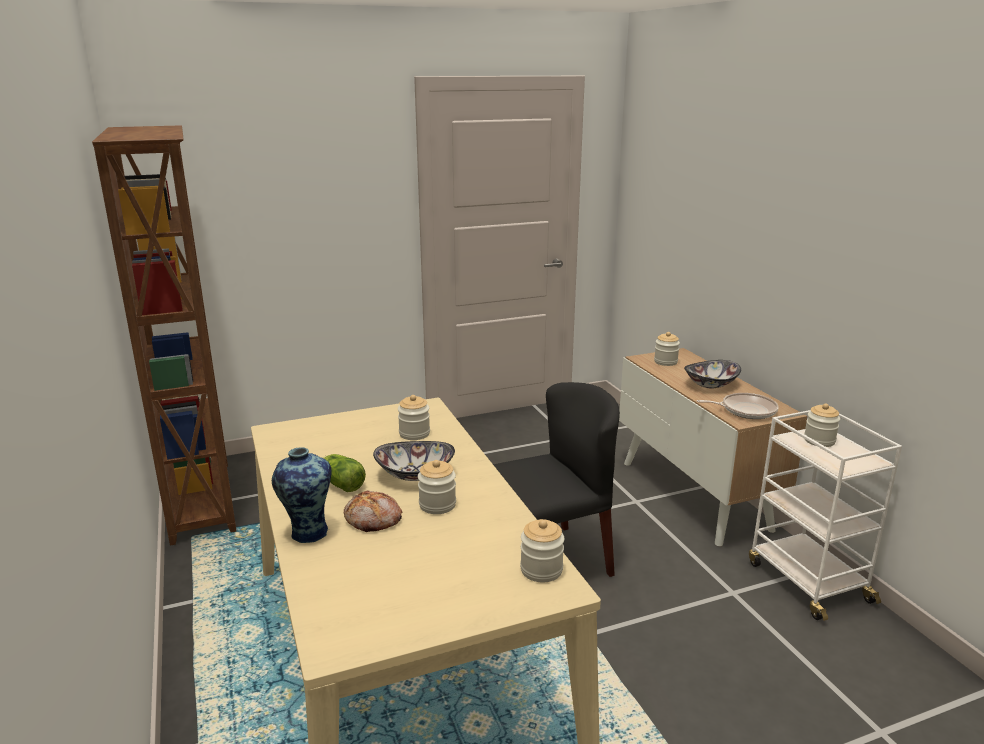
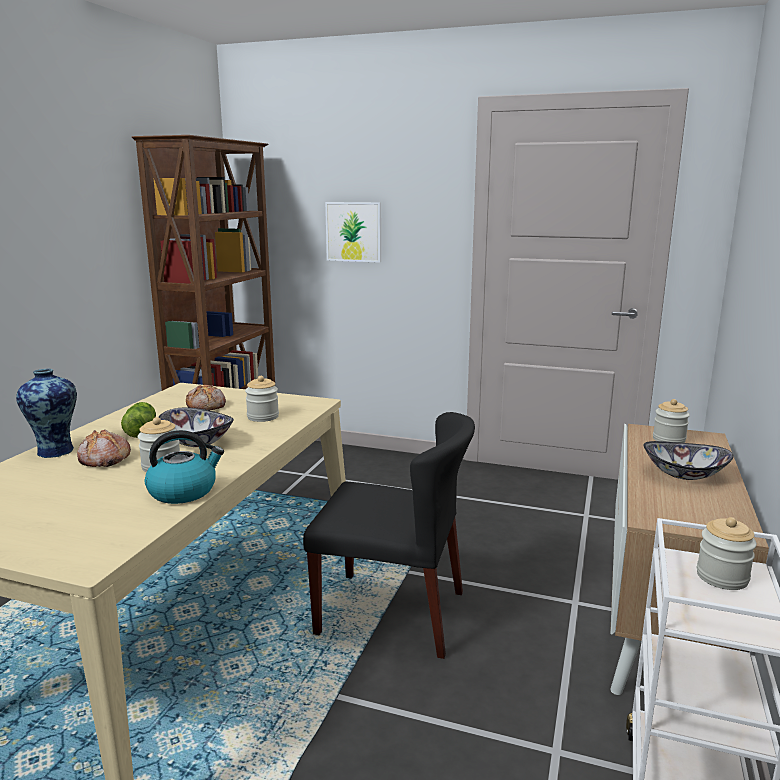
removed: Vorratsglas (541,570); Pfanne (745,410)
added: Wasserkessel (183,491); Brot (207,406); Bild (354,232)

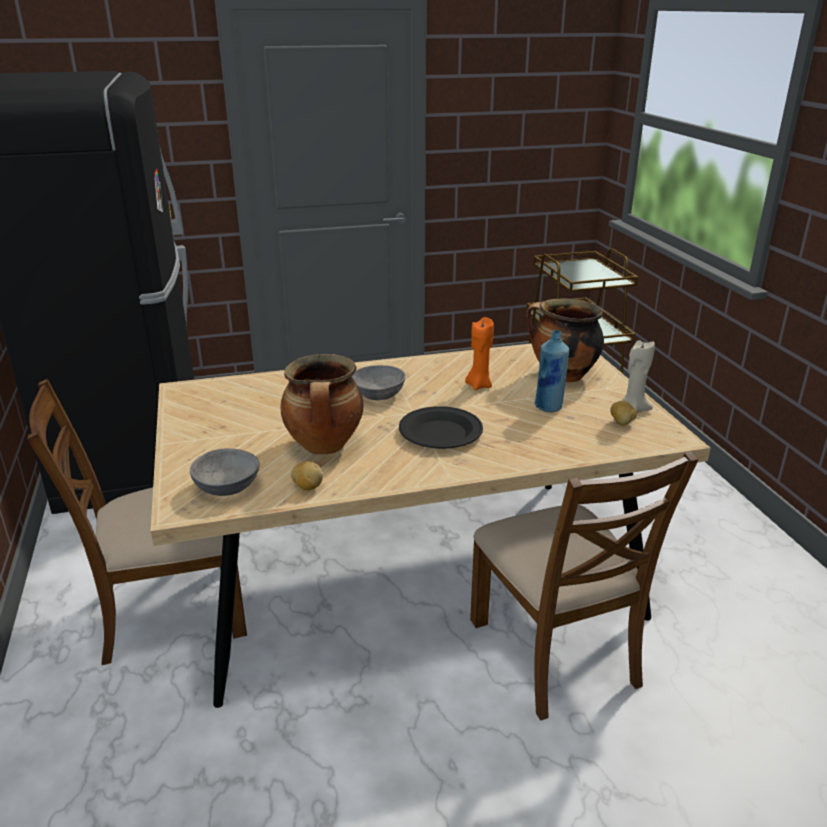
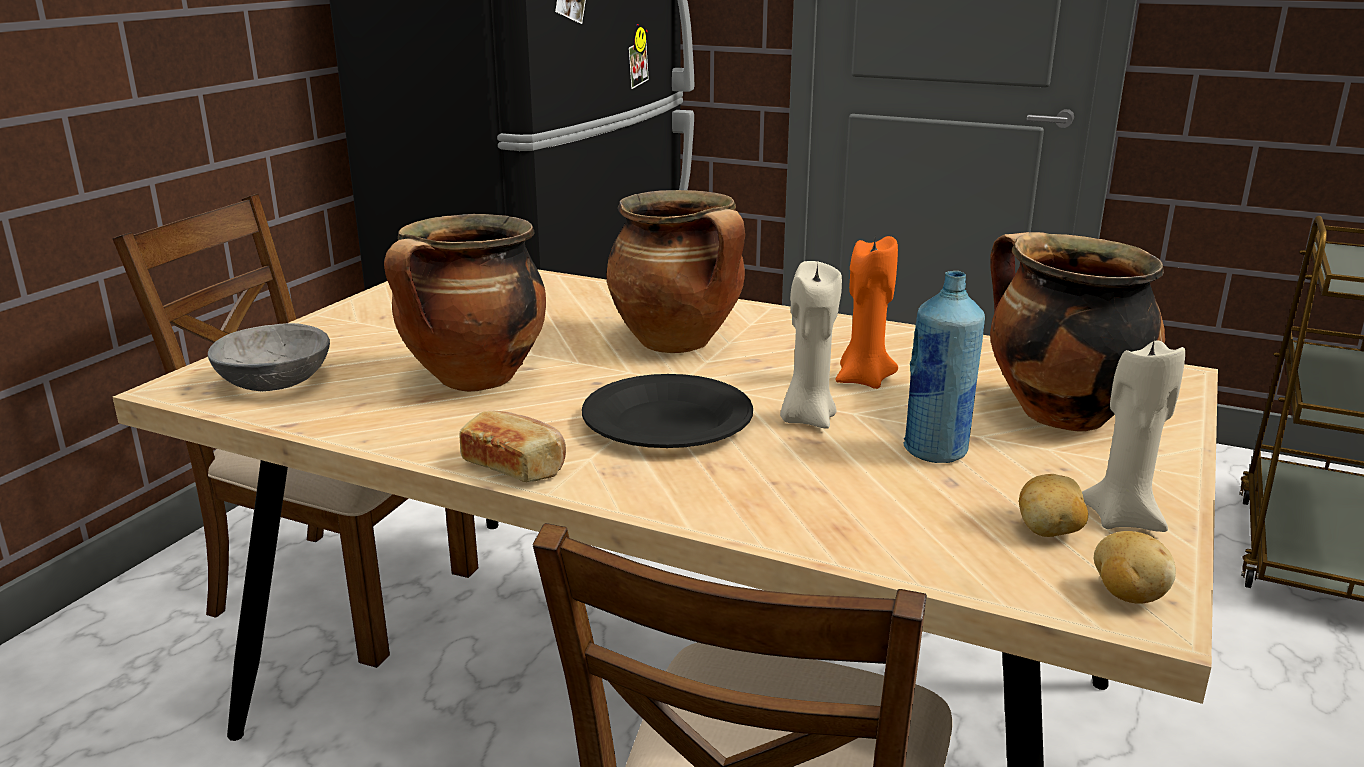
added: Brot (515,466); Kerze/beige (807,419)
moved: Kartoffel (307,487) to (1126,595)
replaced: Schüssel/grau (379,394) to Kochtopf (679,343)

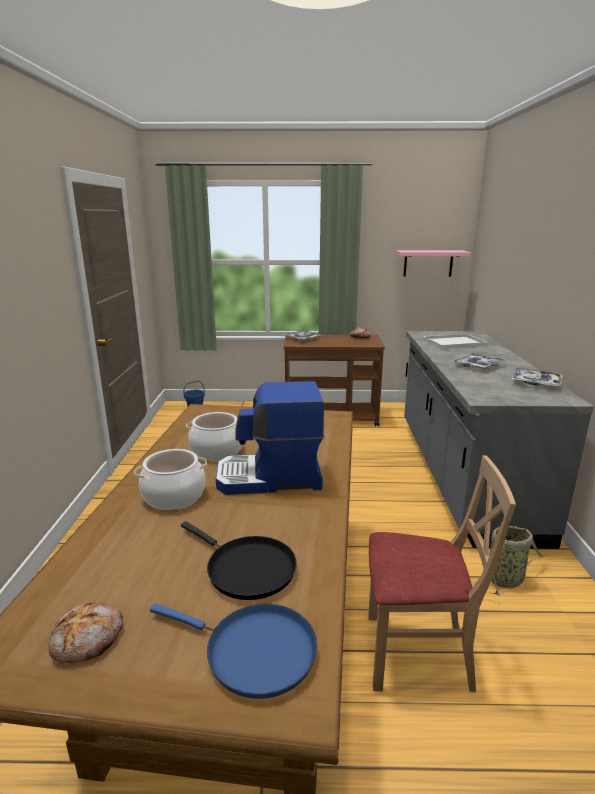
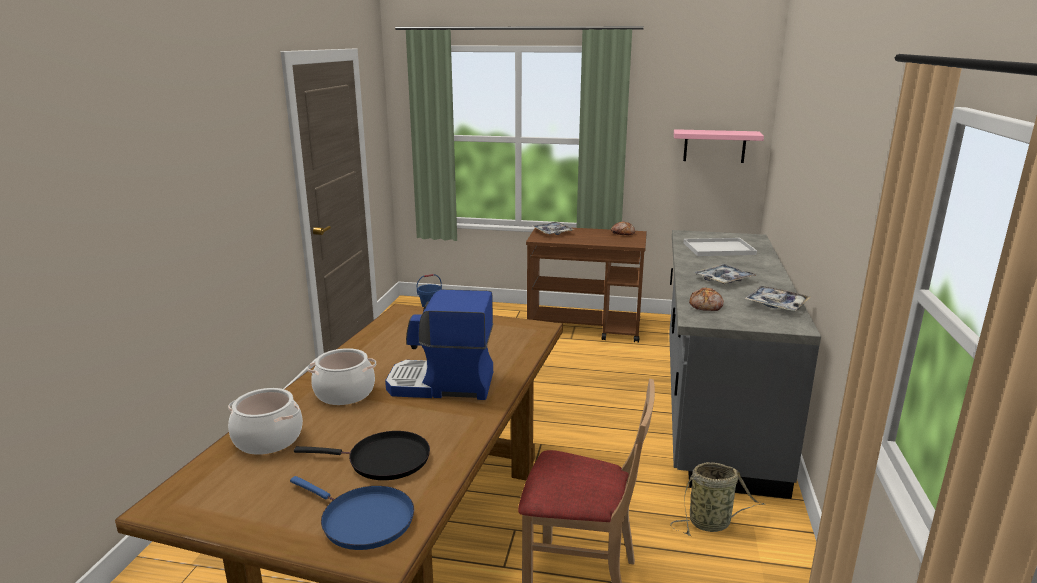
moved: Kochtopf (217,450) to (268,439); Brot (89,639) to (706,306)
turned: Pfanne/schwarz (246,569) = (383,460) 45 degrees counterclockwise

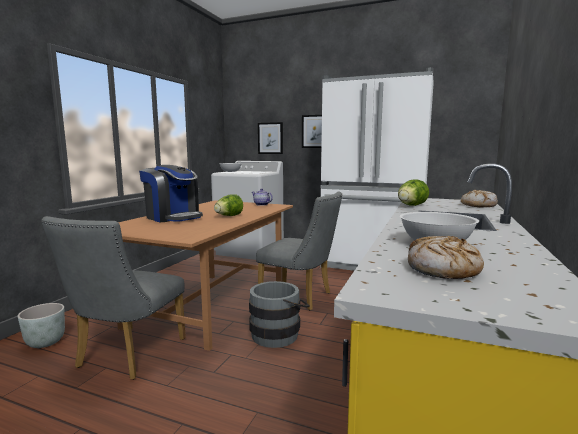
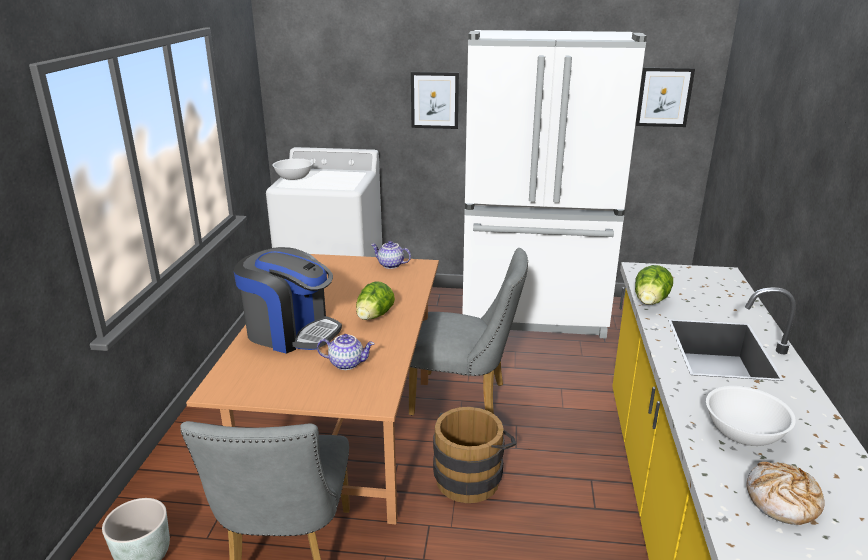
removed: Brot (478,205)
added: Teekanne (347,363)
moved: Bild (270,138) to (664,97)
recoloured: Eimer/grau (279,334) to Eimer/braun (471,476)

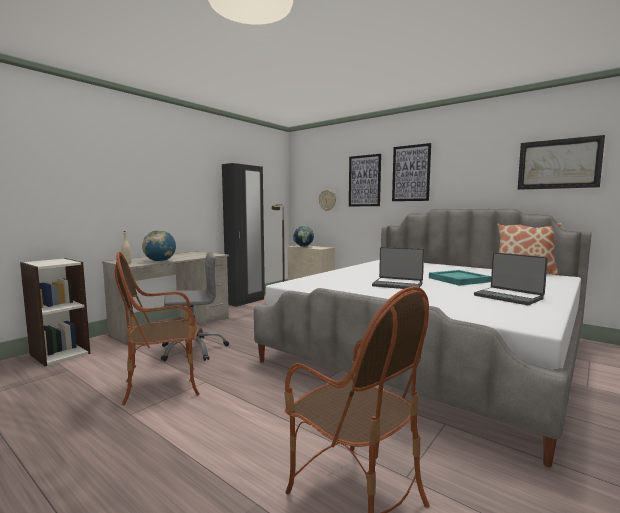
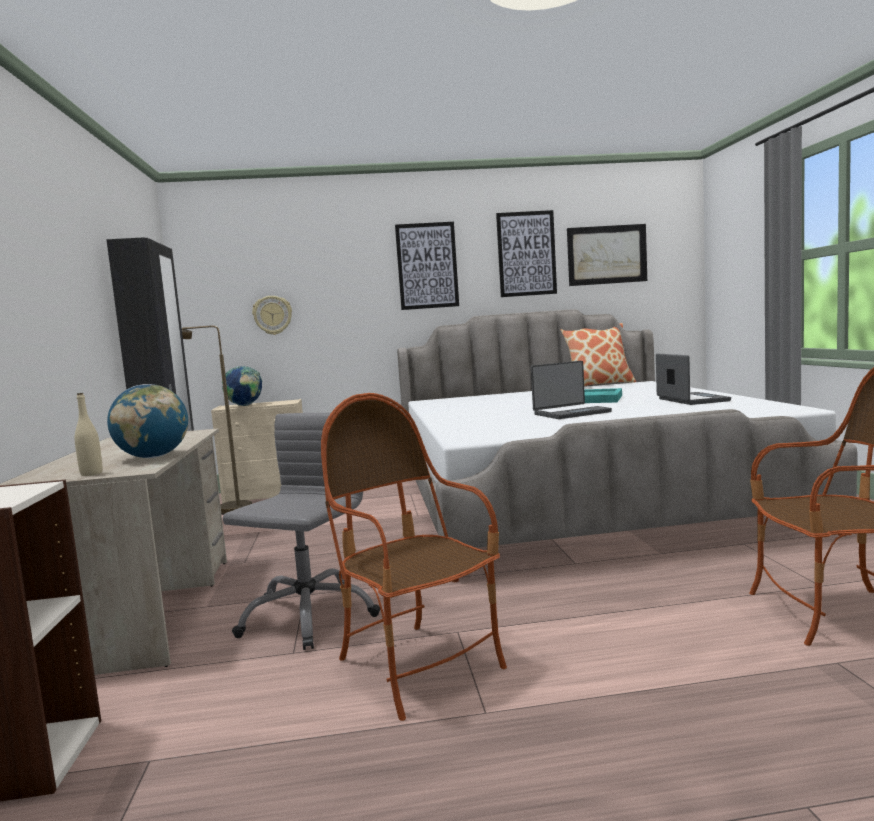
moved: Bild (364,181) to (526,254)
turned: Sessel (163,386) = (418,666) 120 degrees clockwise; Laptop (508,297) = (691,400) 105 degrees counterclockwise

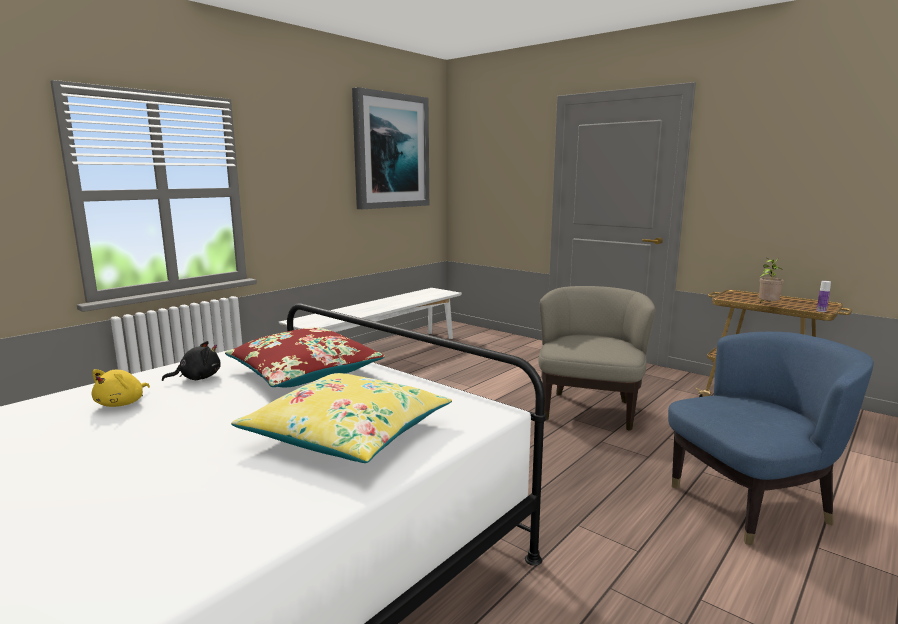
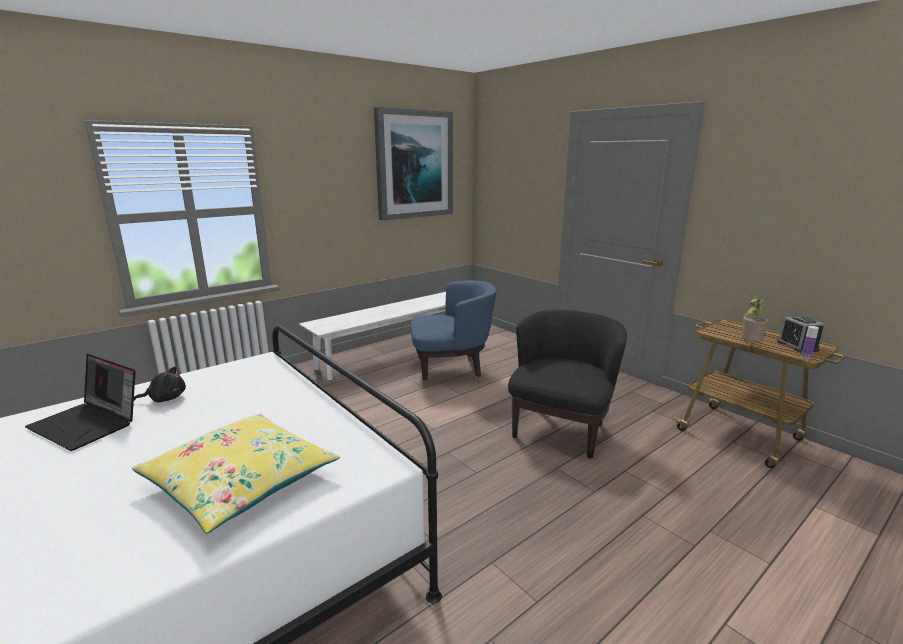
removed: Kissen/rot (304,372)
added: Wecker (797,346)
moved: Sessel/blau (751,503) to (451,372)
replaced: Plüschtier/gelb (122,403) to Laptop (89,424)
recoloured: Sessel/beige (589,409) to Sessel/schwarz (561,429)

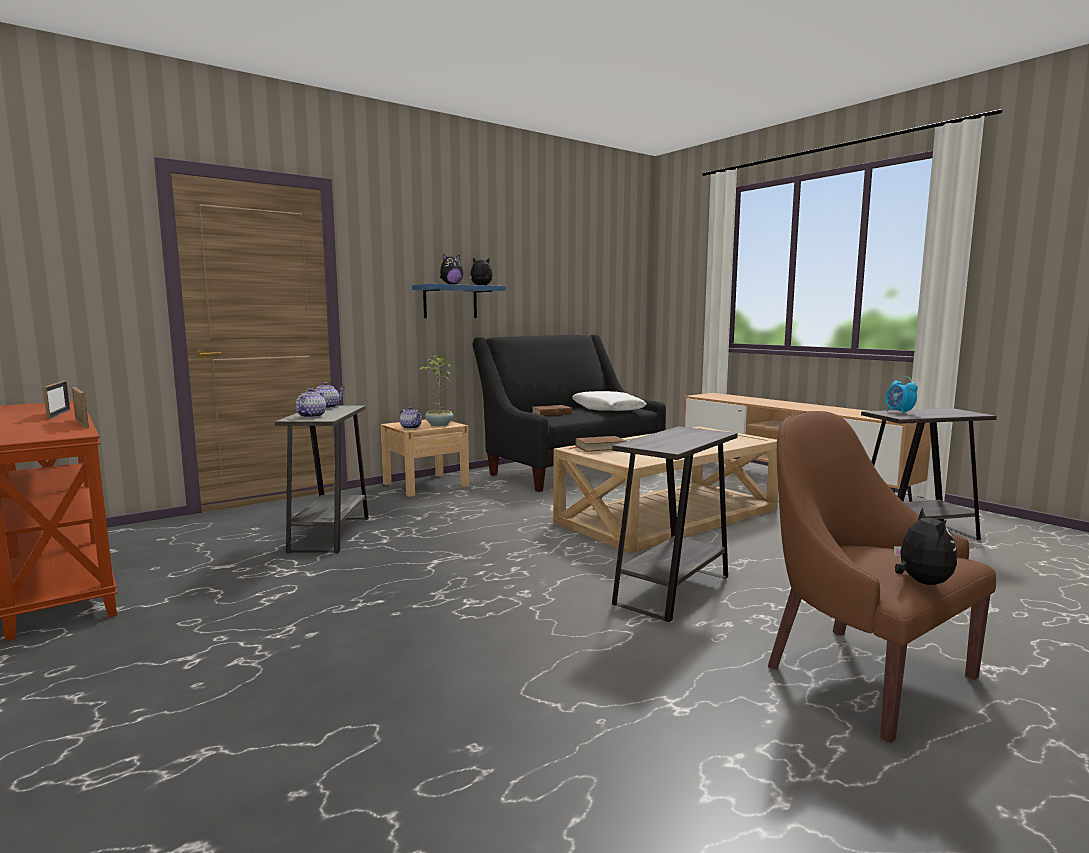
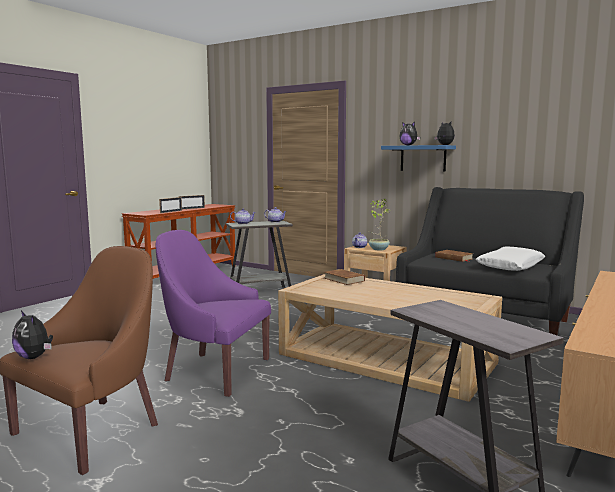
removed: Wecker (899,412)
replaced: Beistelltisch/grau (672,590) to Sessel/lila (214,371)
turned: Plüschtier (921,582) = (34,357) 60 degrees clockwise

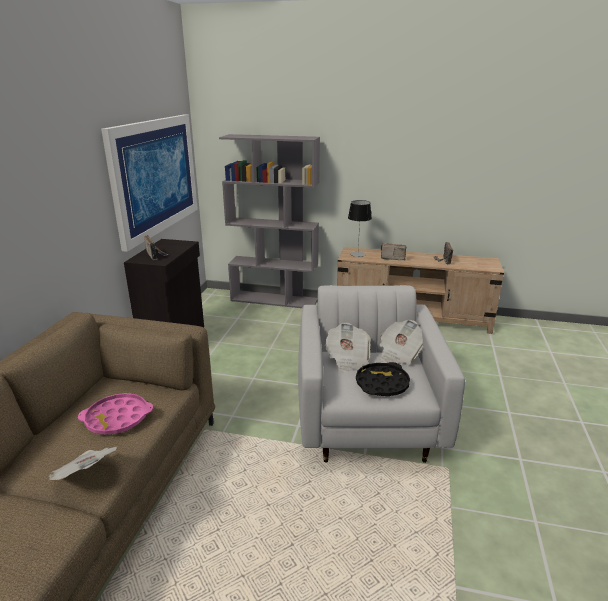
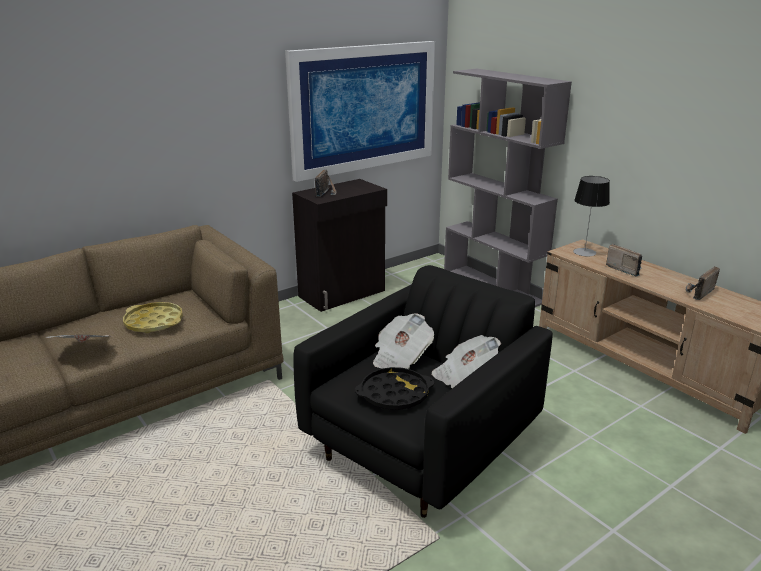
recoloured: Tablett/rosa (117,418) to Tablett/gelb (154,322); Sessel/weiß (367,419) to Sessel/schwarz (422,446)

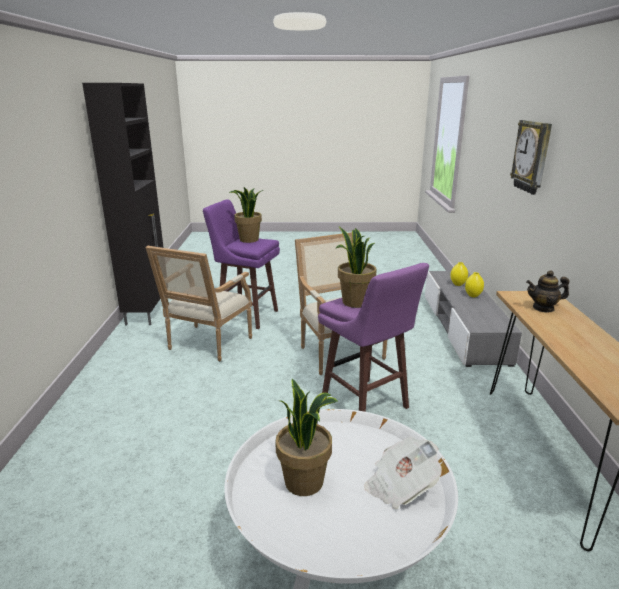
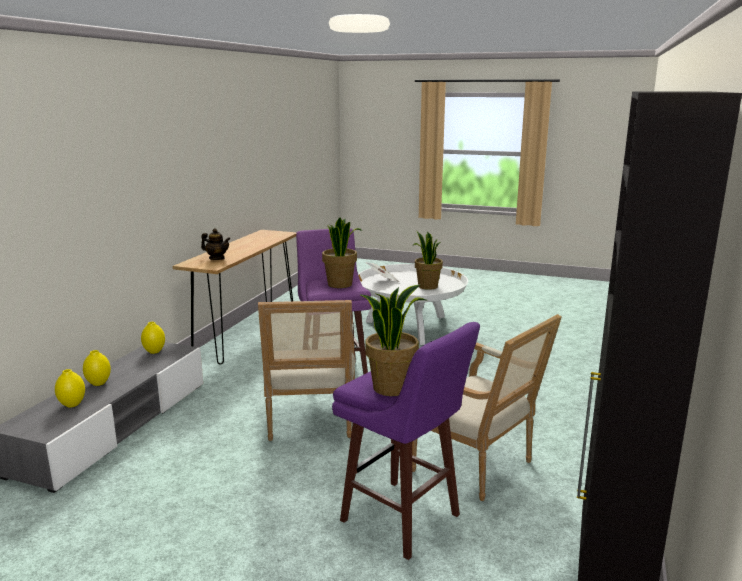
removed: Wanduhr (532,156)
added: Vase/gelb (154,351)
turned: Sessel (206,345) = (478,467) 90 degrees clockwise

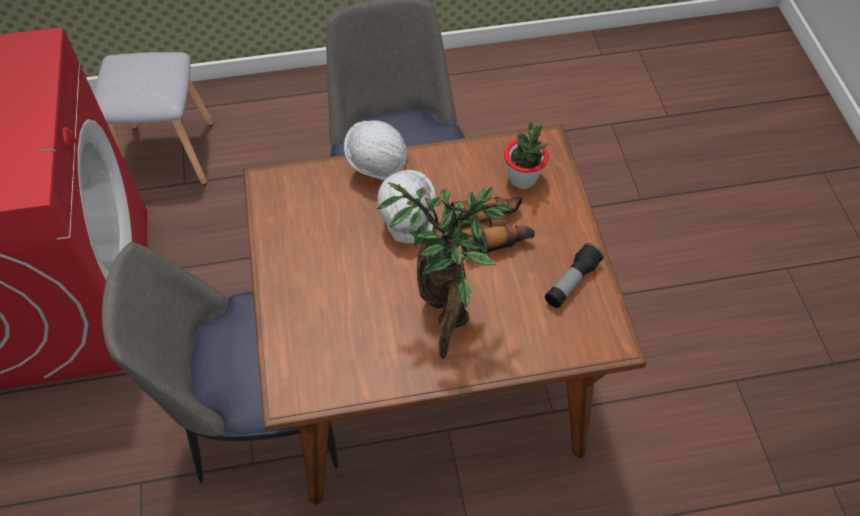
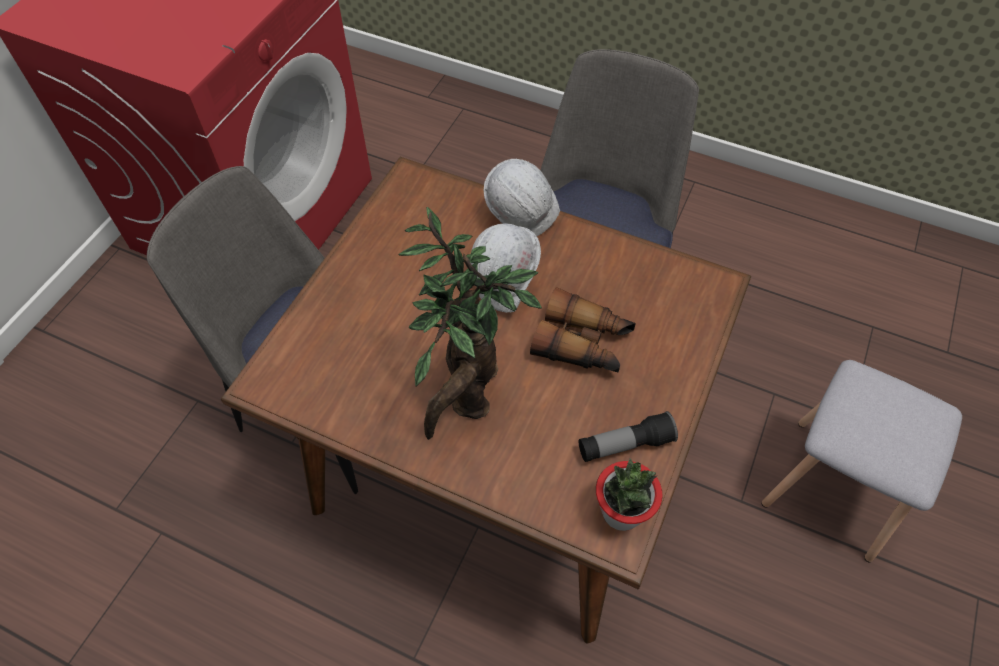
moved: Topfpflanze (523,178) to (621,512); Hocker/grau (167,155) to (830,487)

